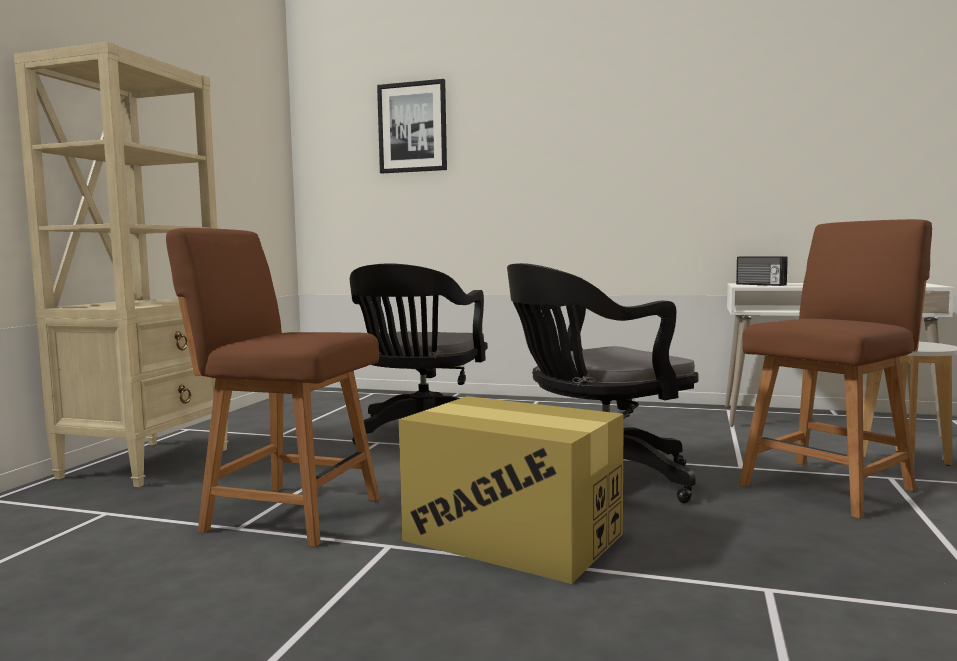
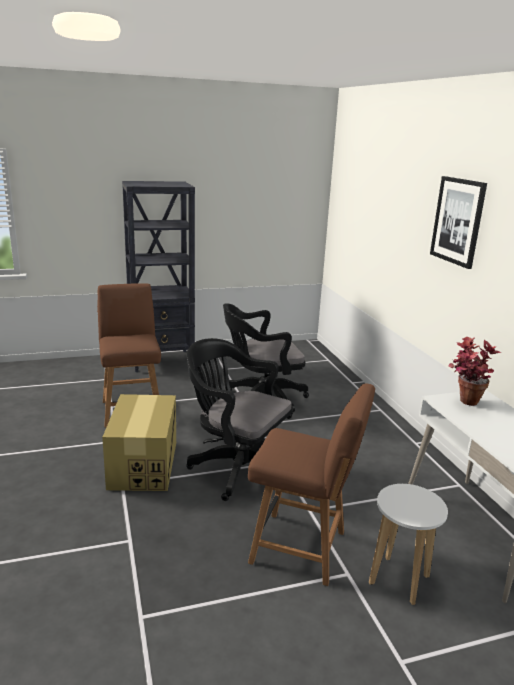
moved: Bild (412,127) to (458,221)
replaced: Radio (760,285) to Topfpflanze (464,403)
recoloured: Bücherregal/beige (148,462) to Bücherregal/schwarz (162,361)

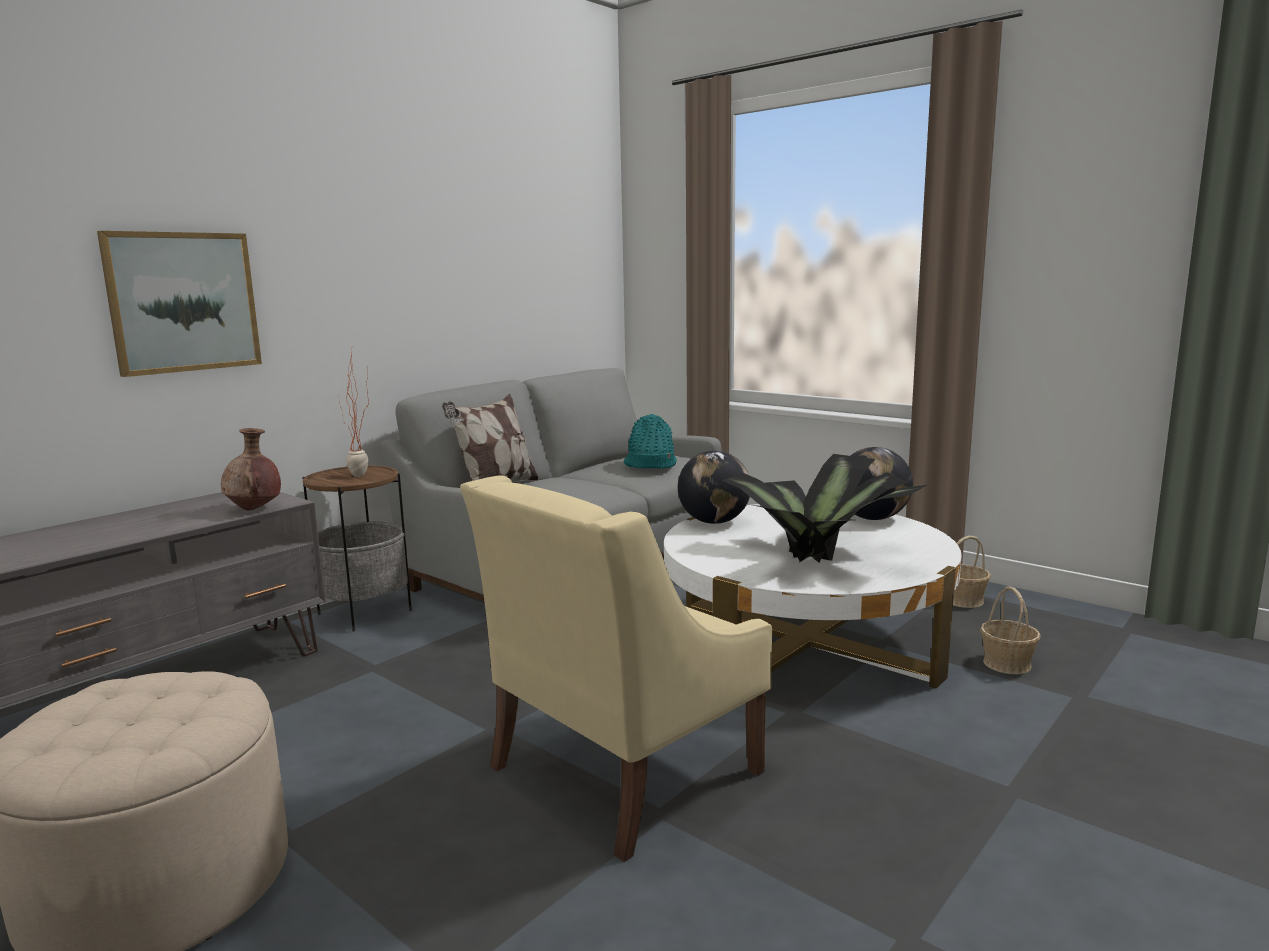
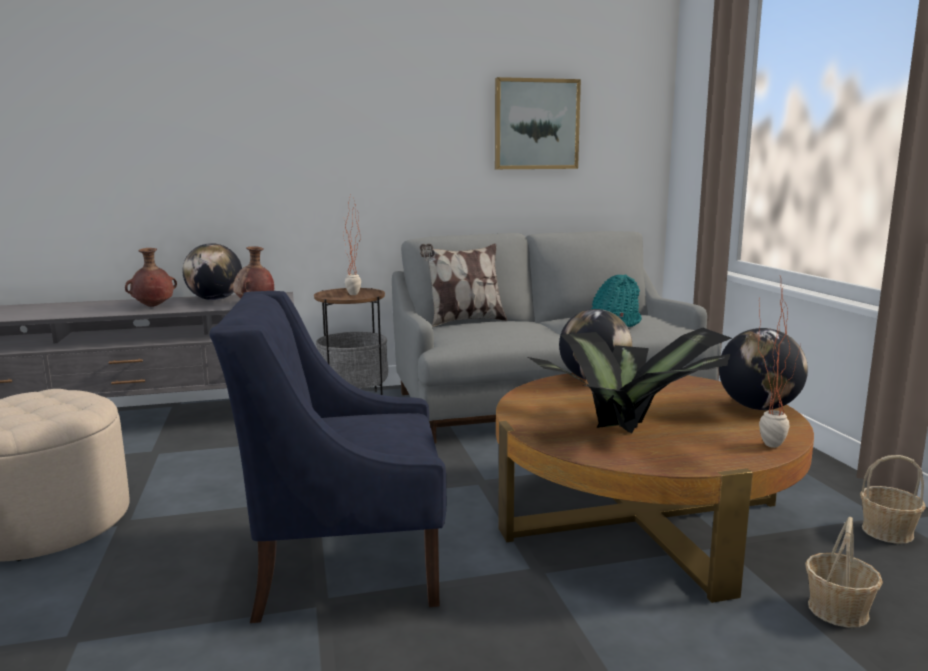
added: Vase/braun (153,307); Globus (215,299); Topfpflanze (767,442)
moved: Bild (183,302) to (536,124)
recoloured: Sessel/beige (621,770) to Sessel/blau (344,560); Couchtisch/weiß (804,642) to Couchtisch/braun (641,517)

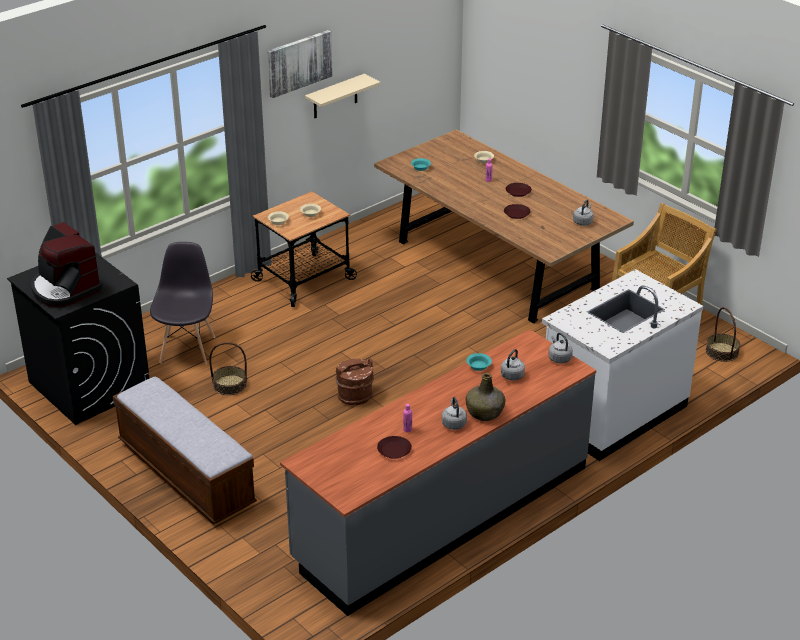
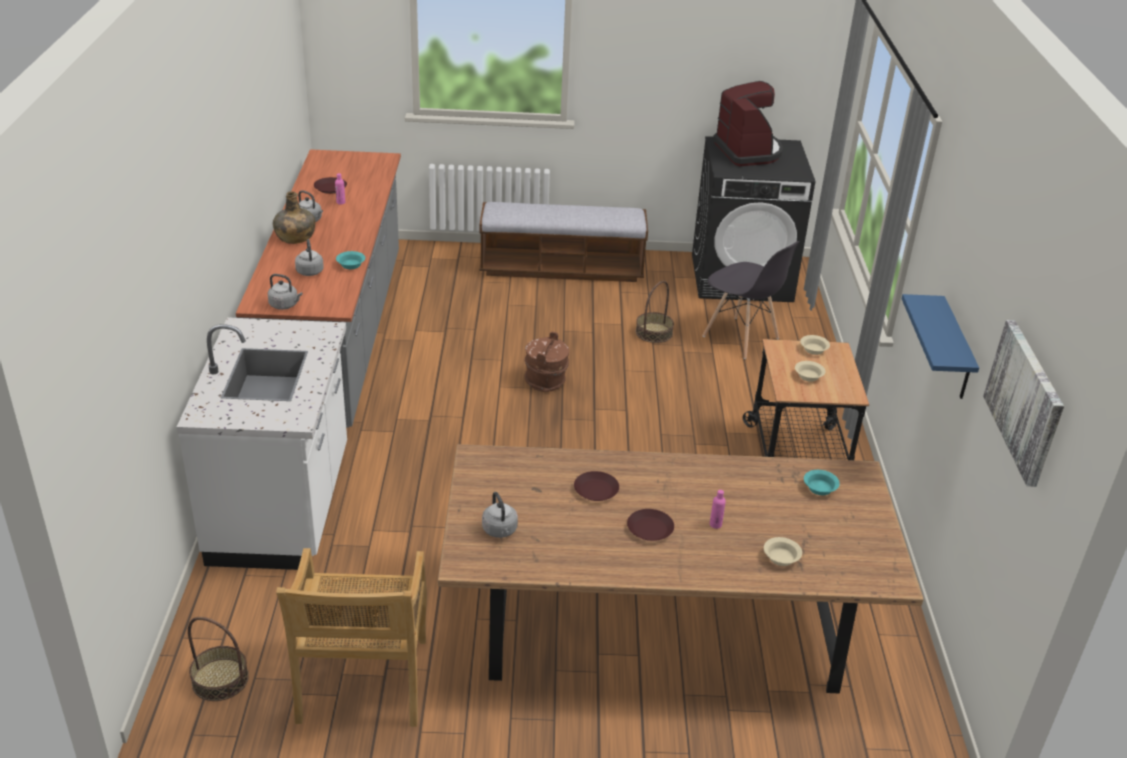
moved: Bild (299,63) to (1025,401)
recoloured: Wandregal/beige (335,97) to Wandregal/blau (955,351)
turned: Kaffeemaschine (65,288) = (748,151) 75 degrees clockwise

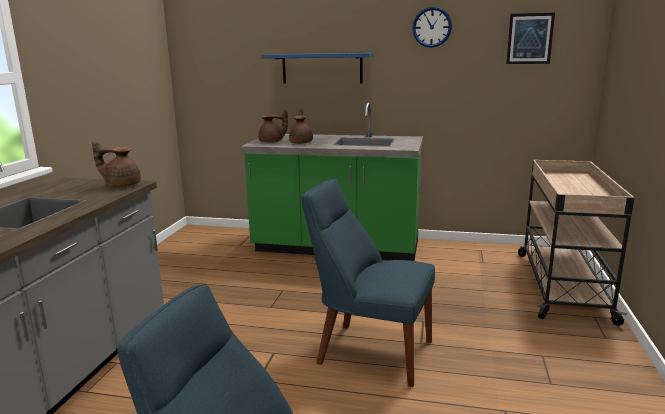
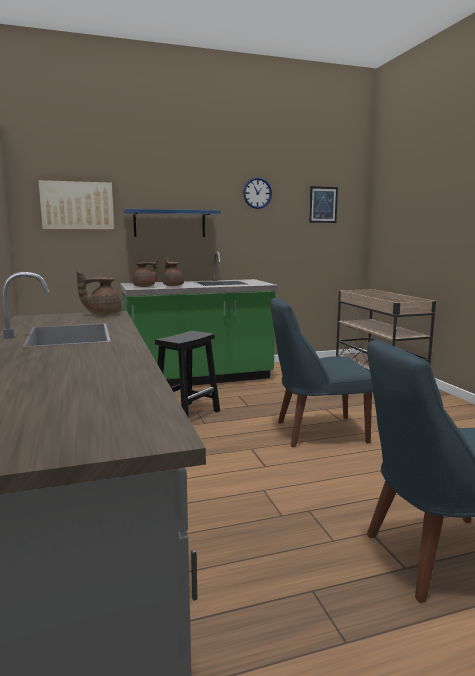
added: Bild (77,205); Hocker/schwarz (187,414)

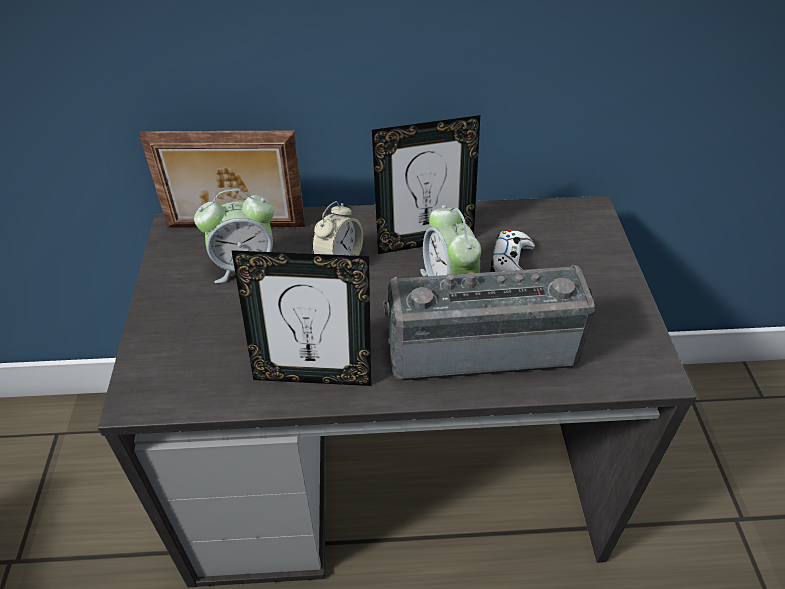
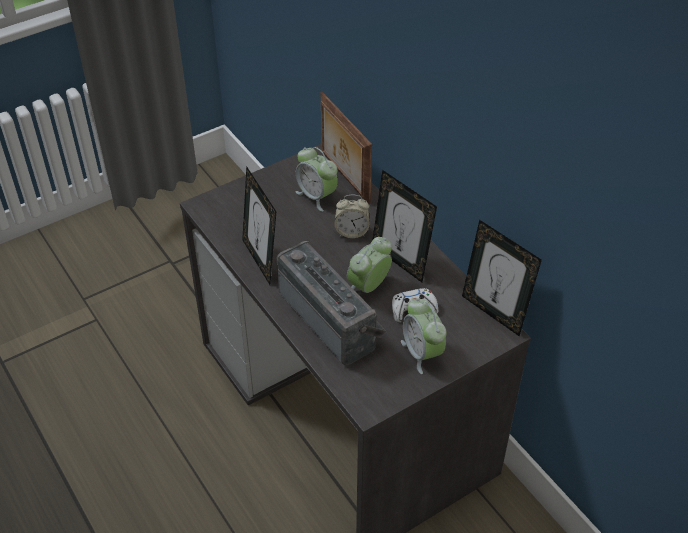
added: Wecker (422,353); Bilderrahmen (494,312)

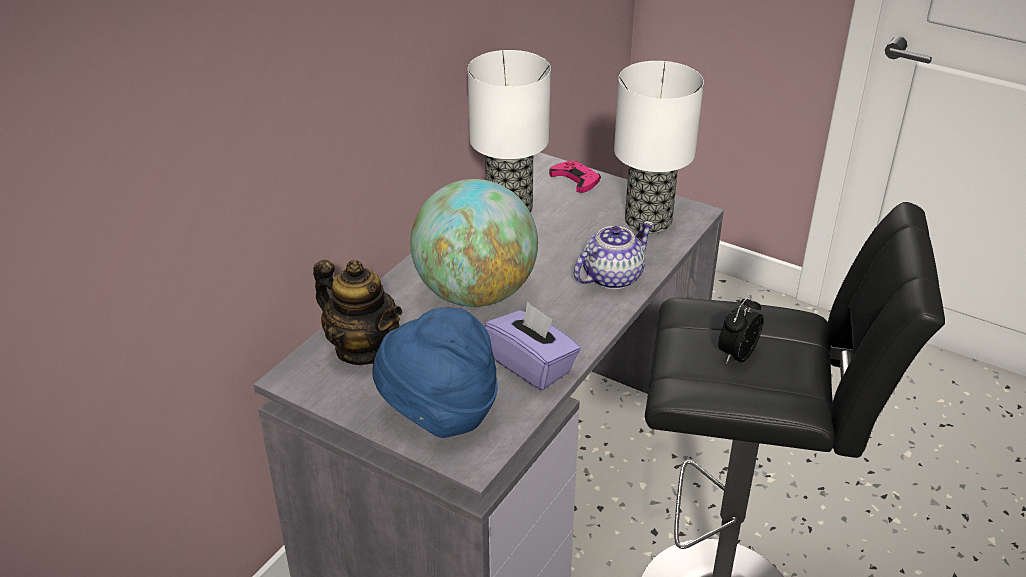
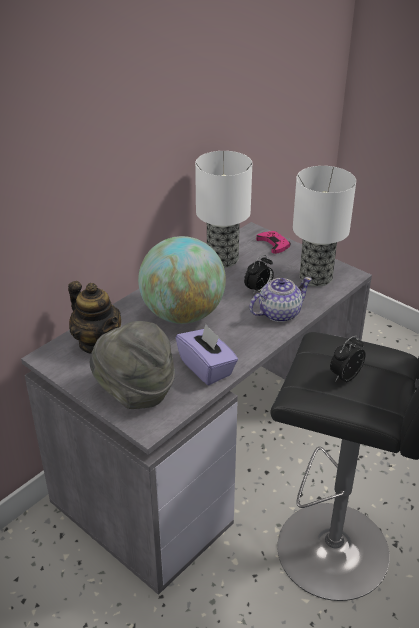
added: Wecker (258,290)
recoloured: Hut/blau (439,412) to Hut/grau (135,391)

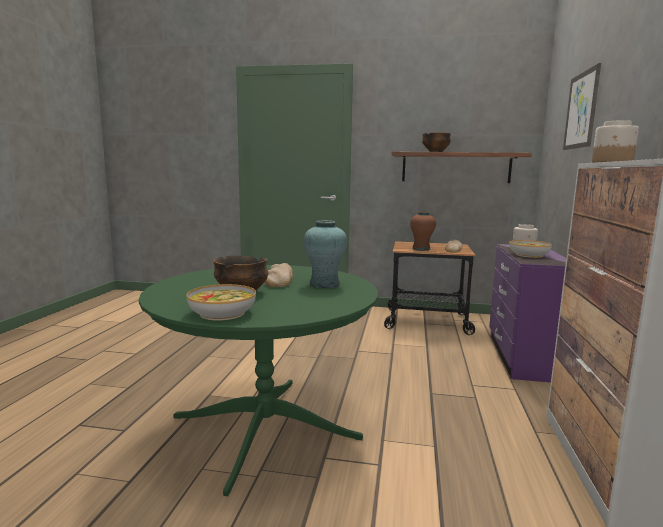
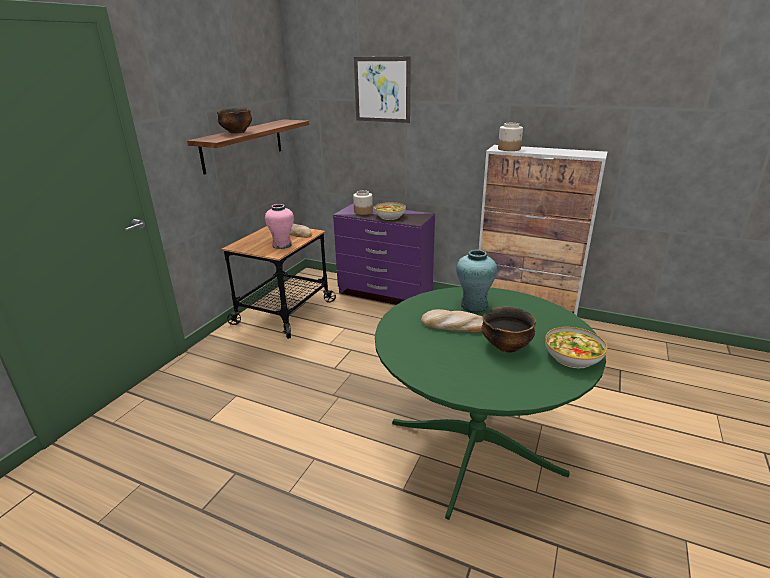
recoloured: Vase/braun (421,249) to Vase/rosa (282,245)

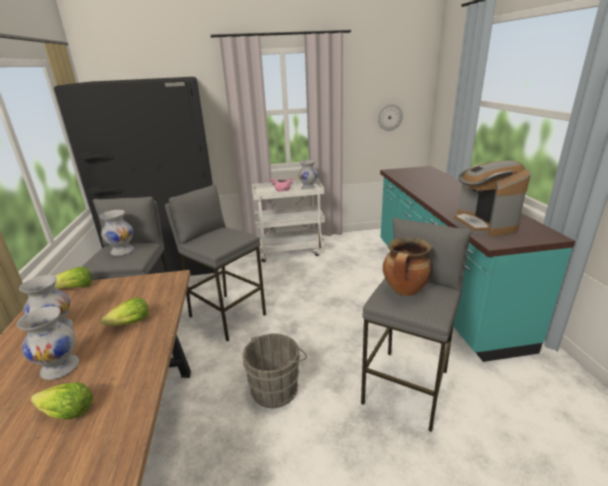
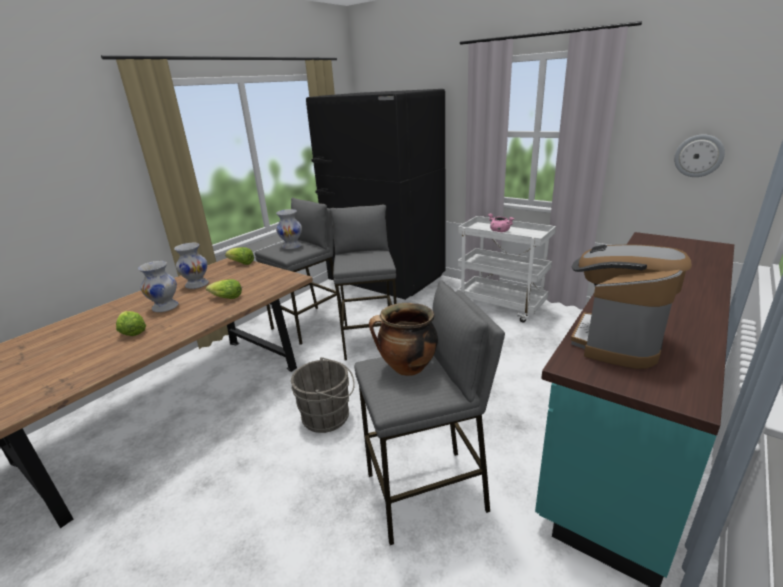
removed: Vase/weiß (308,188)

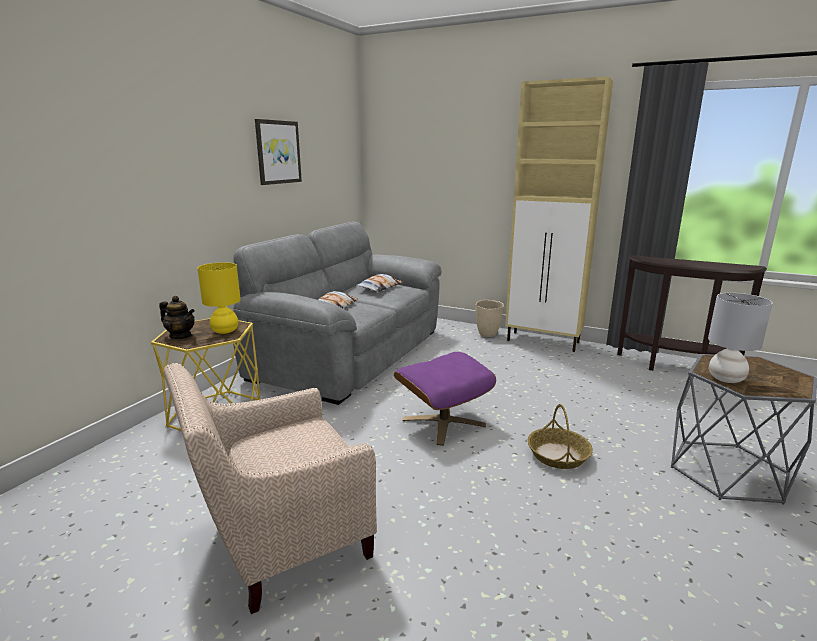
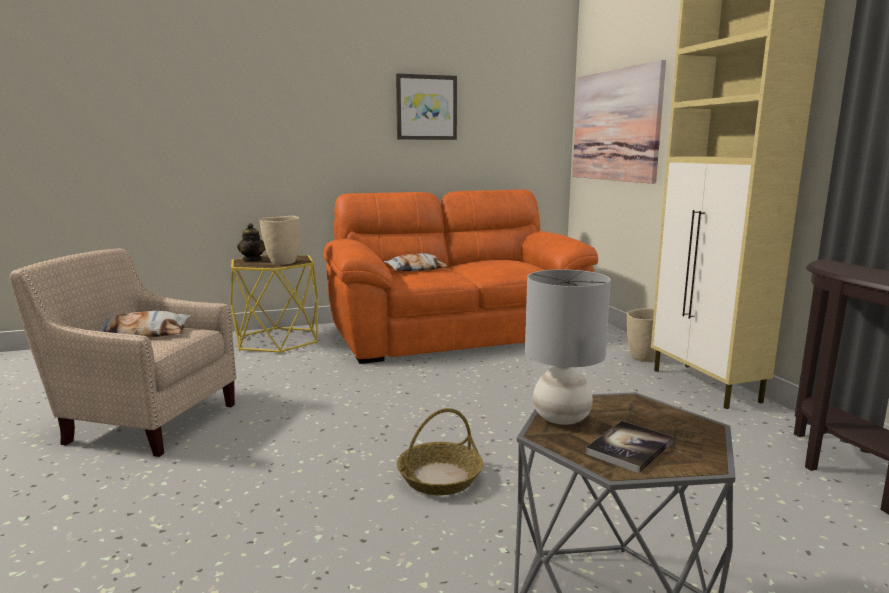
removed: Polsterhocker/lila (443,422)
added: Bild (615,125); Buch (629,448)
moved: Kissen (379,287) to (144,333)
replaced: Tischlampe/gelb (225,331) to Vase/beige (282,263)
recoloured: Sofa/grau (347,353) to Sofa/orange (454,332)

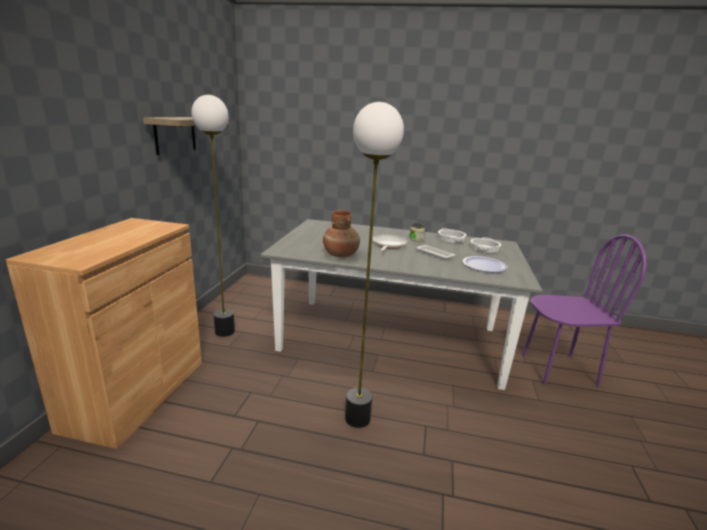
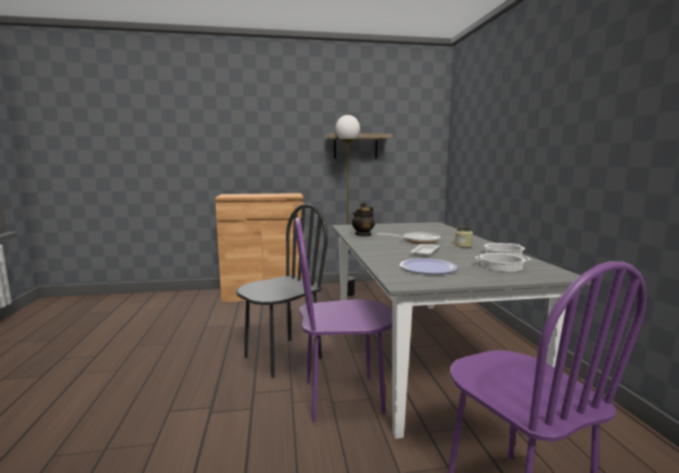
added: Stuhl/lila (343,397)
replaced: Stehlampe (358,418) to Stuhl/schwarz (282,357); Vase/braun (340,254) to Teekanne (363,235)

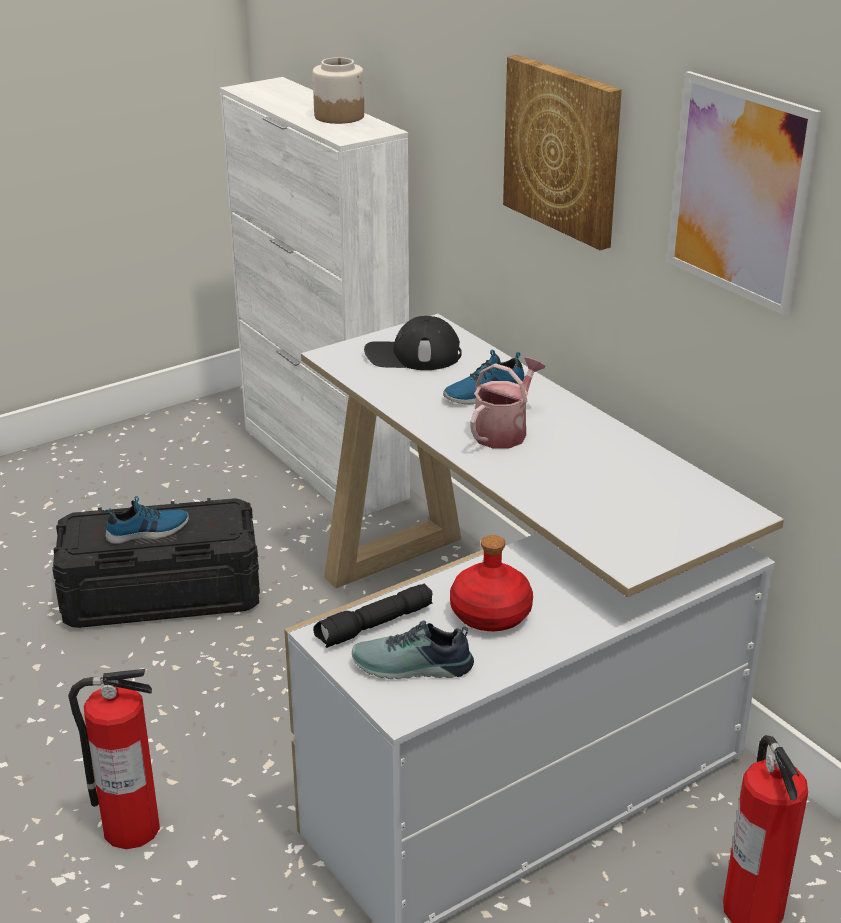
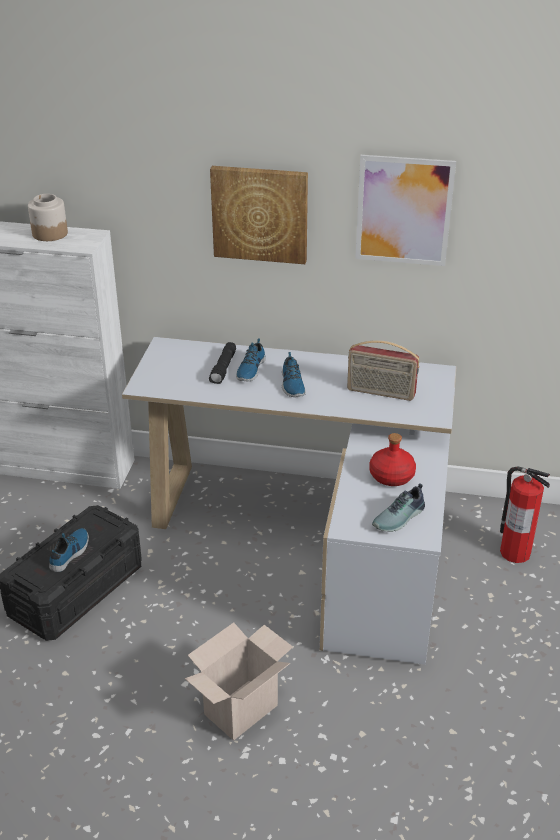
removed: Kappe/schwarz (412,355)
added: Radio (380,393)
moved: Taschenlampe/schwarz (374,626) to (224,368)
replaced: Feuerlöscher (130,828) to Karton (241,707); Gießkanne (504,432) to Schuh (292,384)

